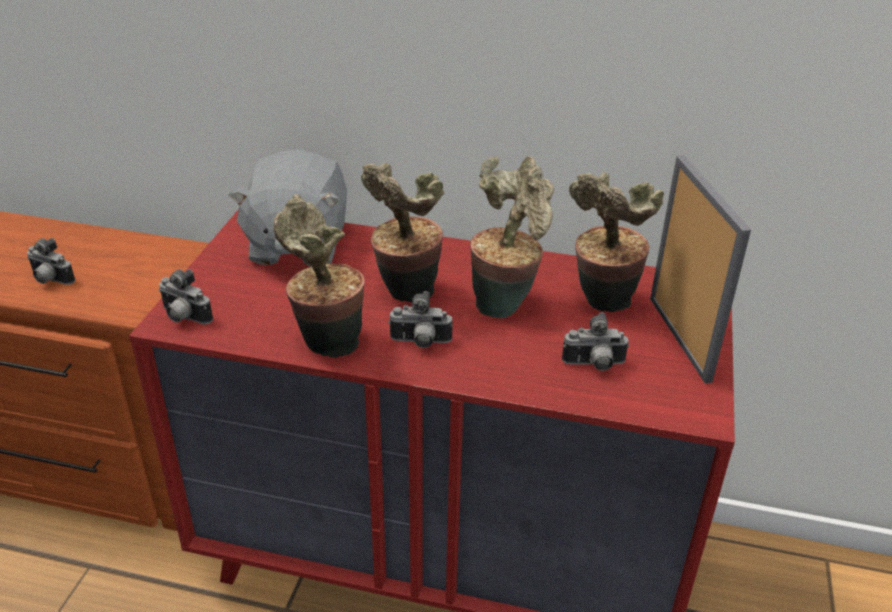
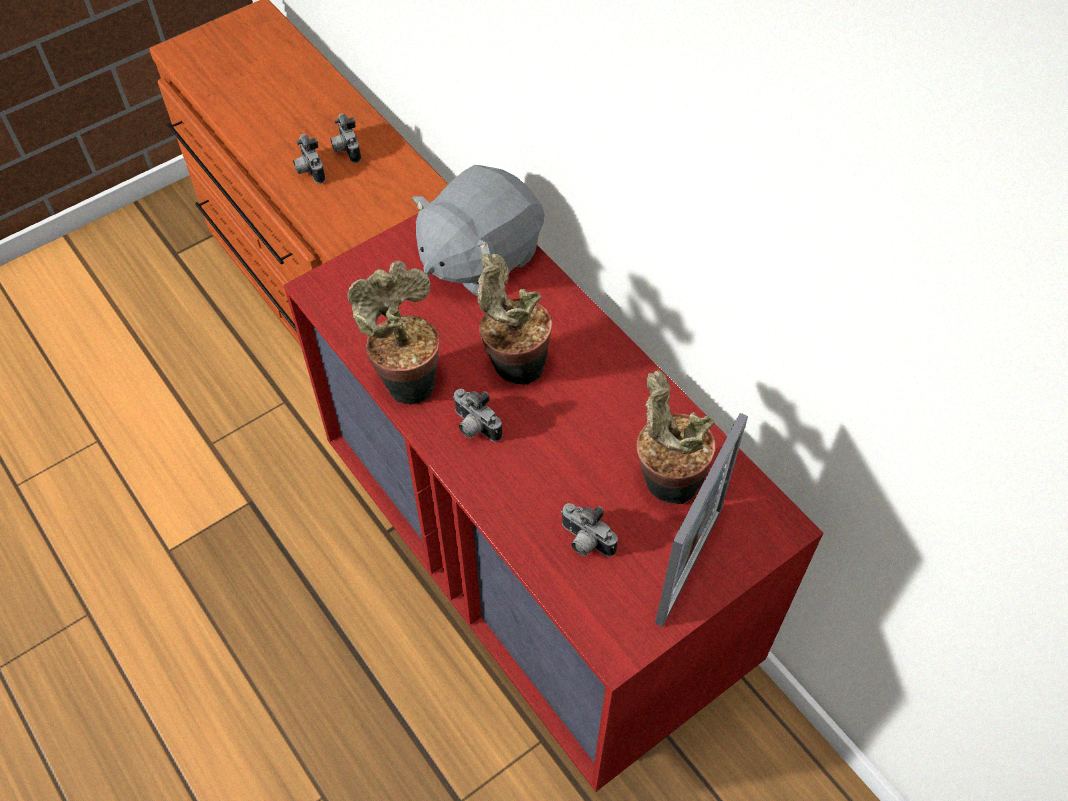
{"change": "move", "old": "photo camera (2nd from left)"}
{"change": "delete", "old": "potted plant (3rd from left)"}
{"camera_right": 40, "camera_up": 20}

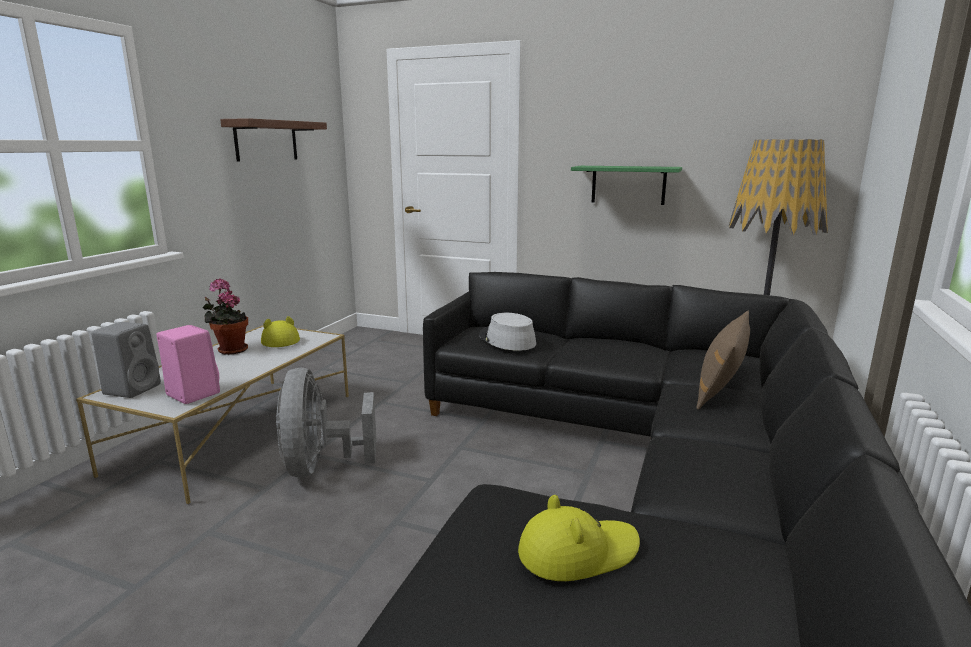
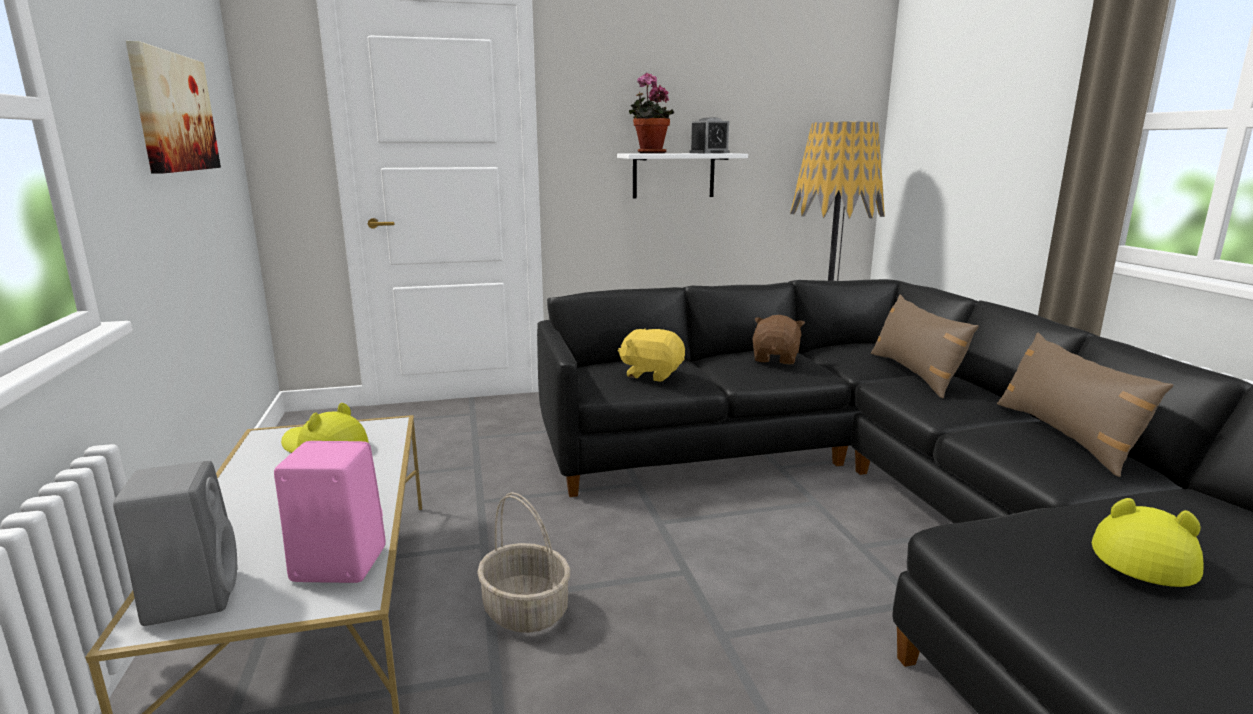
{"change": "move", "old": "potted plant"}
{"change": "replace", "old": "shelf in brown", "new": "picture"}
{"change": "replace", "old": "fan in grey", "new": "basket"}
{"change": "replace", "old": "hat in grey", "new": "plush toy in yellow"}
{"change": "recolor", "old": "shelf in green", "new": "shelf in white"}
{"change": "insert", "new": "alarm clock"}
{"change": "insert", "new": "plush toy in brown"}
{"change": "insert", "new": "pillow in brown (2nd from left)"}
{"camera_right": -35, "camera_up": 0}

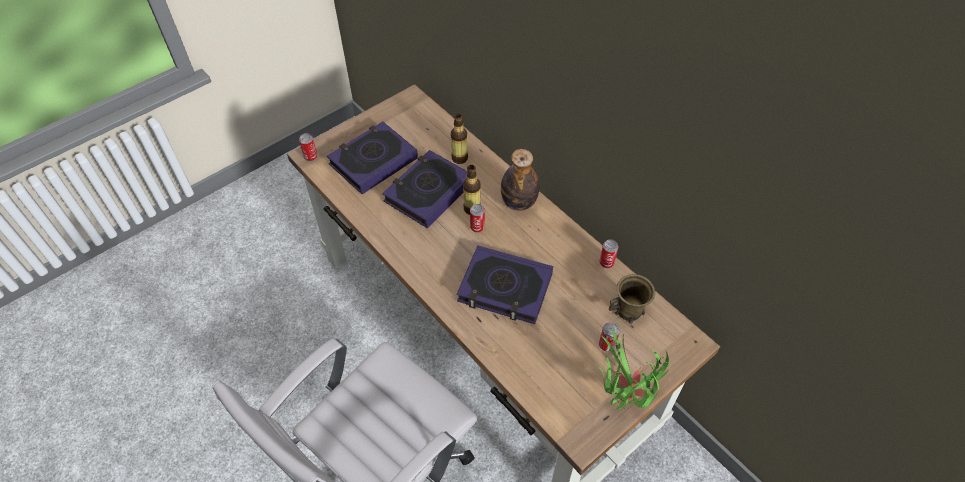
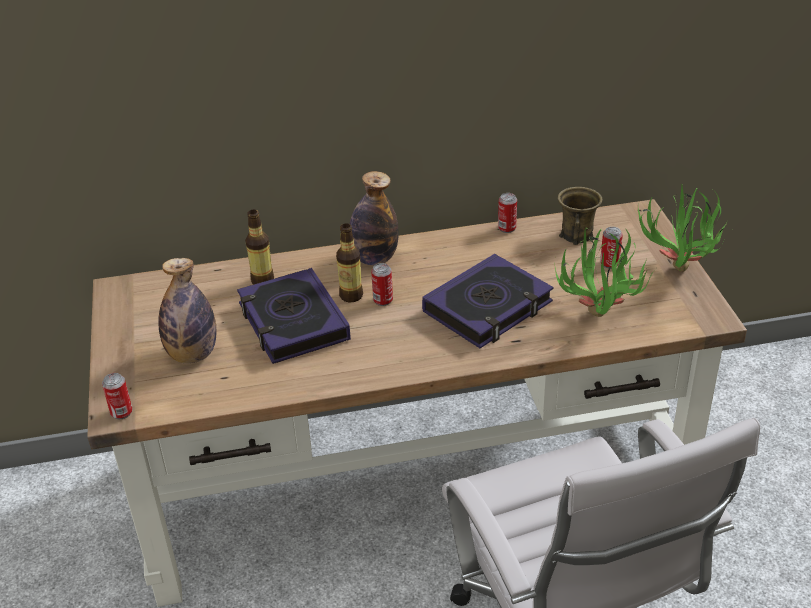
{"change": "replace", "old": "book (1st from left)", "new": "bottle (1st from left)"}
{"change": "insert", "new": "potted plant (1st from left)"}
{"camera_right": -60, "camera_up": -15}

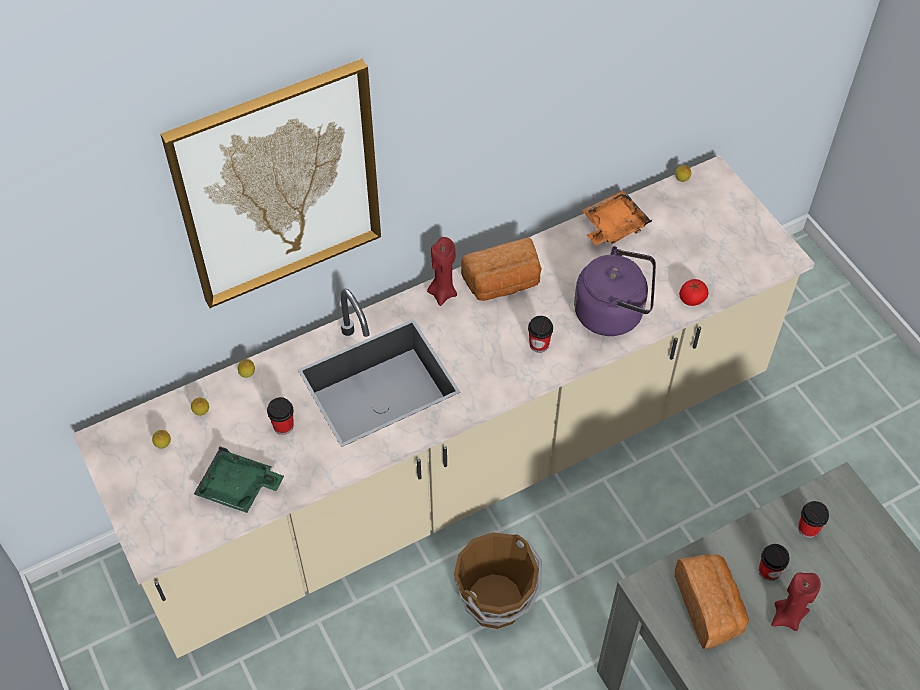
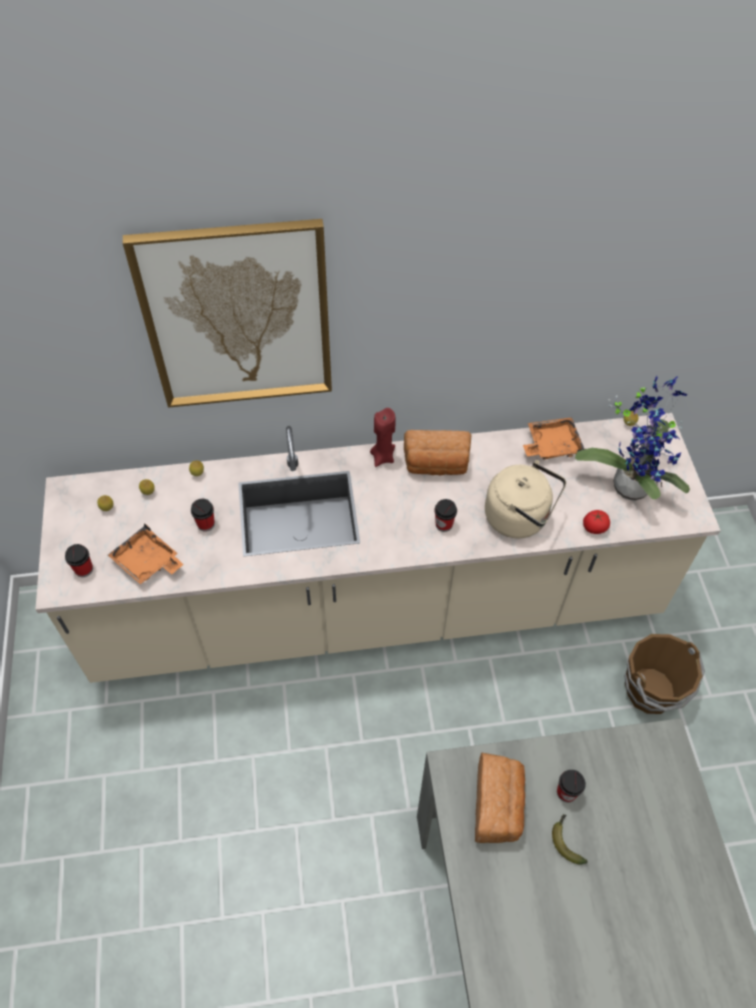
{"change": "recolor", "old": "tray in green", "new": "tray in orange (1st from left)"}
{"change": "move", "old": "bucket in brown"}
{"change": "recolor", "old": "kettle in purple", "new": "kettle in beige"}
{"change": "replace", "old": "candle in red (2nd from left)", "new": "banana"}
{"change": "move", "old": "cup (4th from left in the first image)", "new": "cup (1st from left)"}
{"change": "insert", "new": "potted plant"}
{"camera_right": 20, "camera_up": 0}

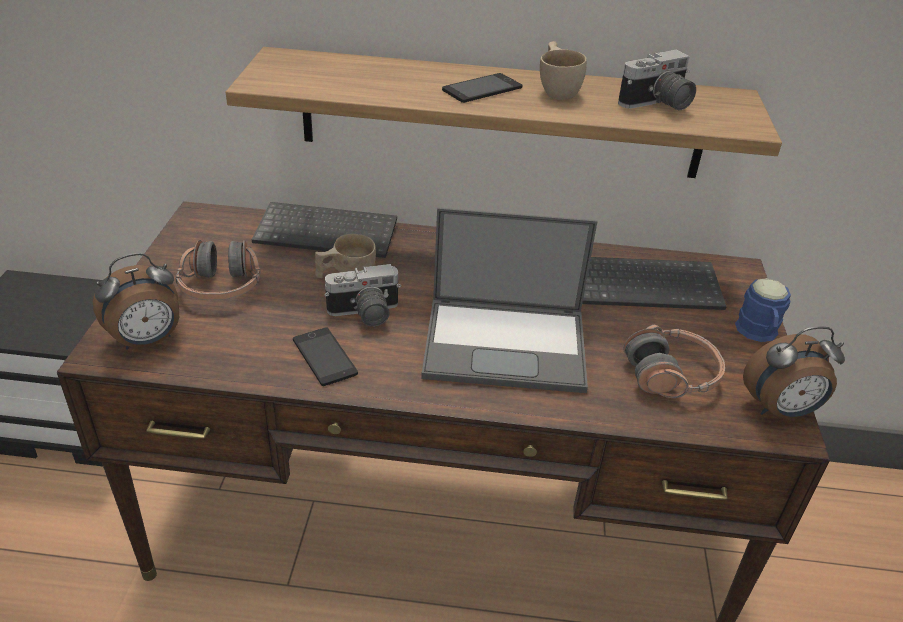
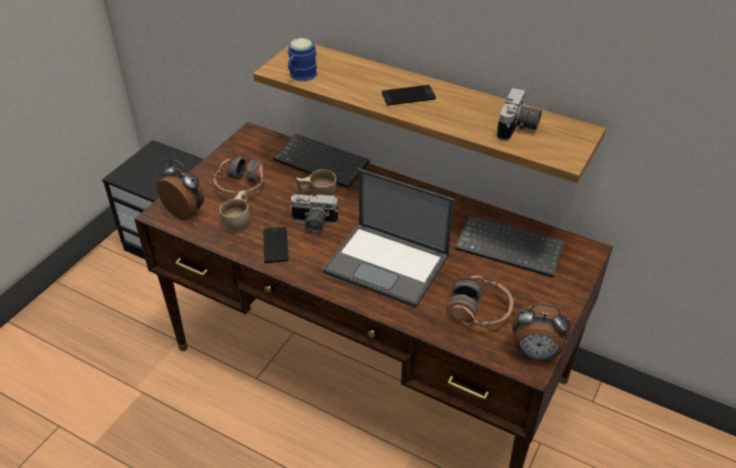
{"change": "rotate", "old": "alarm clock (1st from left)", "degrees": -135}
{"change": "move", "old": "cup in beige (2nd from left in the first image)", "new": "cup in beige (1st from left)"}
{"change": "rotate", "old": "photo camera (2nd from left)", "degrees": -60}
{"change": "move", "old": "mug in blue"}
{"camera_right": 25, "camera_up": 5}

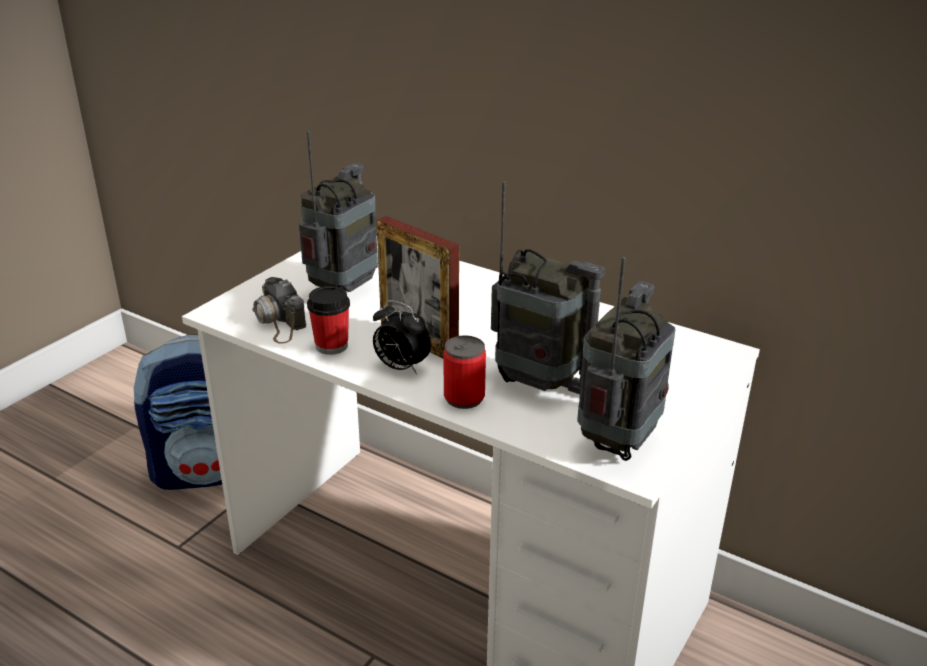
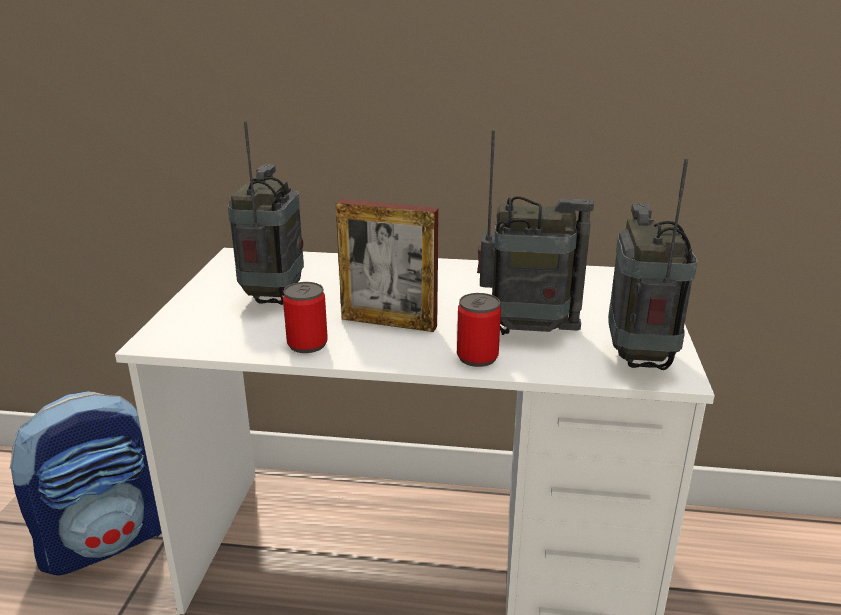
{"change": "delete", "old": "photo camera"}
{"change": "replace", "old": "cup", "new": "can (1st from left)"}
{"change": "delete", "old": "alarm clock"}
{"camera_right": -25, "camera_up": -5}

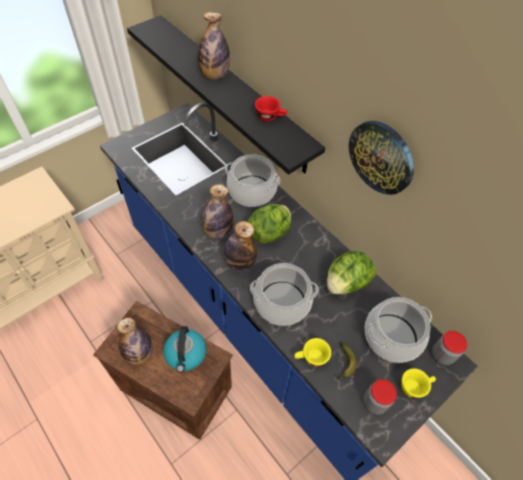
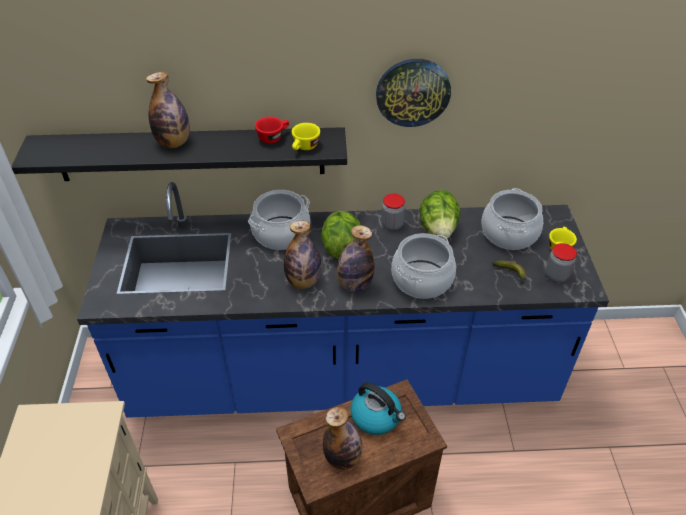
{"change": "move", "old": "cup in yellow (1st from left)"}
{"change": "move", "old": "jar (2nd from left in the first image)", "new": "jar (1st from left)"}
{"camera_right": -50, "camera_up": -10}

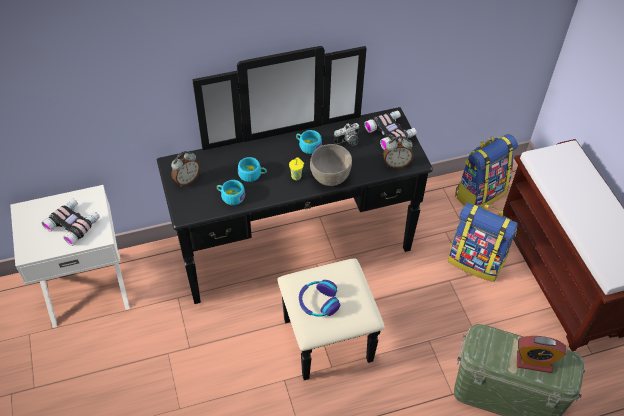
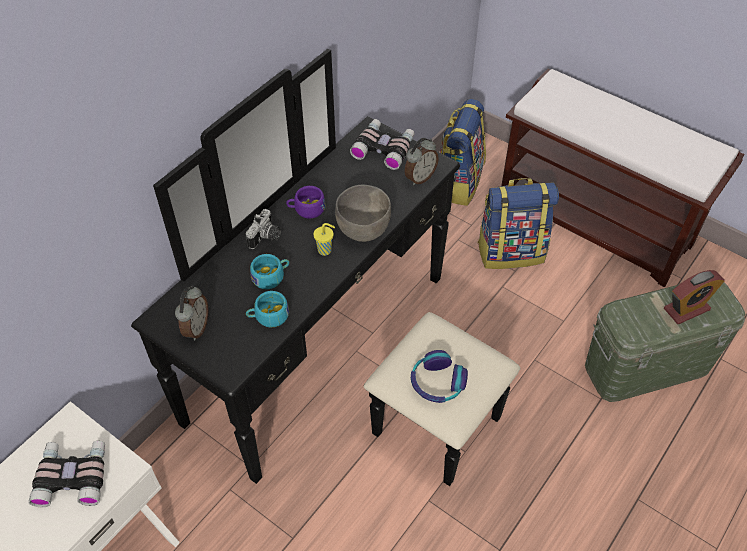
{"change": "recolor", "old": "cup in turquoise (3rd from left)", "new": "cup in purple"}
{"change": "move", "old": "photo camera"}
{"camera_right": -35, "camera_up": 0}

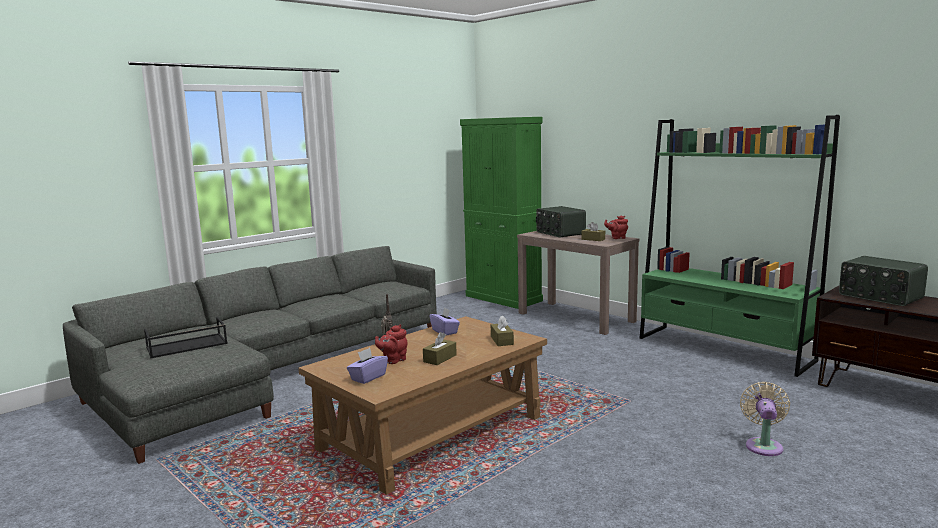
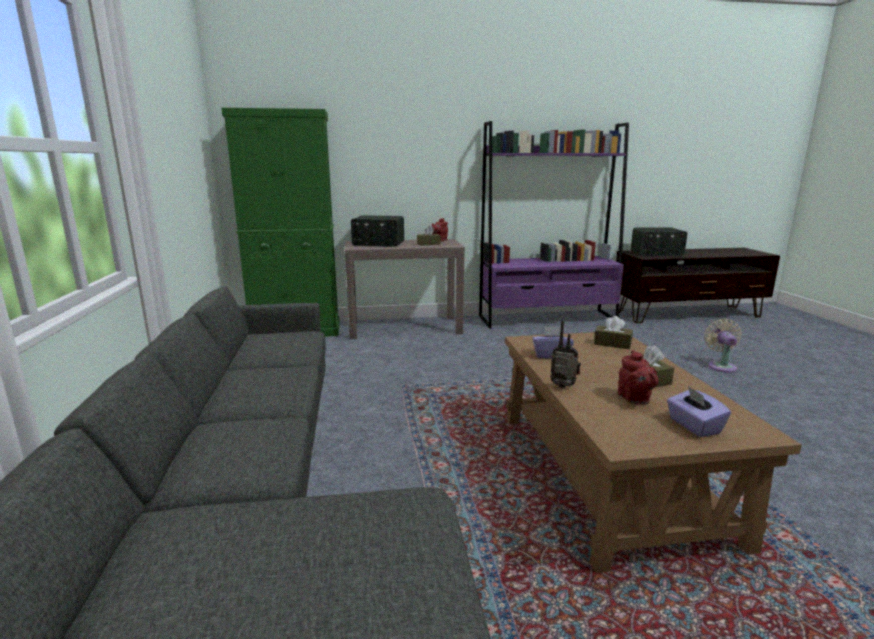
{"change": "delete", "old": "tray in black"}
{"change": "recolor", "old": "bookcase in green", "new": "bookcase in purple"}
{"change": "rotate", "old": "fan in beige", "degrees": 45}
{"camera_right": -55, "camera_up": 5}

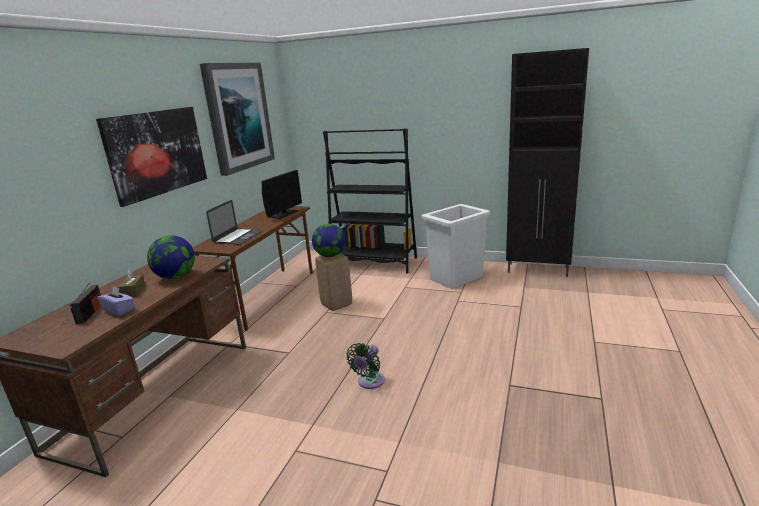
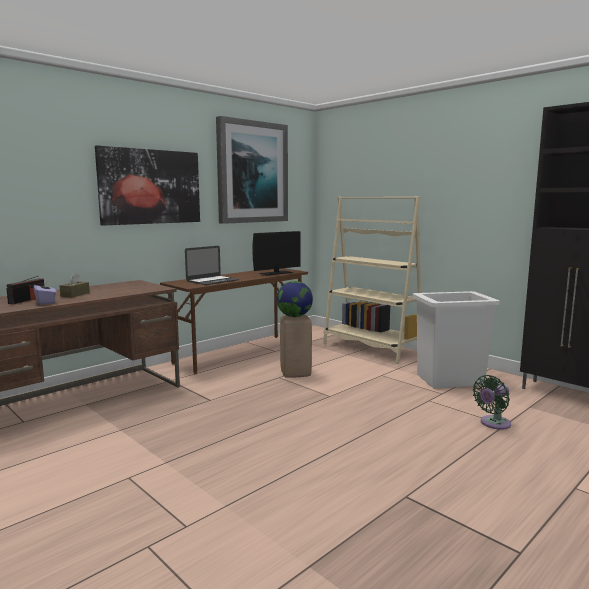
{"change": "delete", "old": "globe (1st from left)"}
{"change": "recolor", "old": "bookcase in black", "new": "bookcase in beige"}
{"change": "move", "old": "fan in green"}
{"camera_right": 25, "camera_up": -10}

